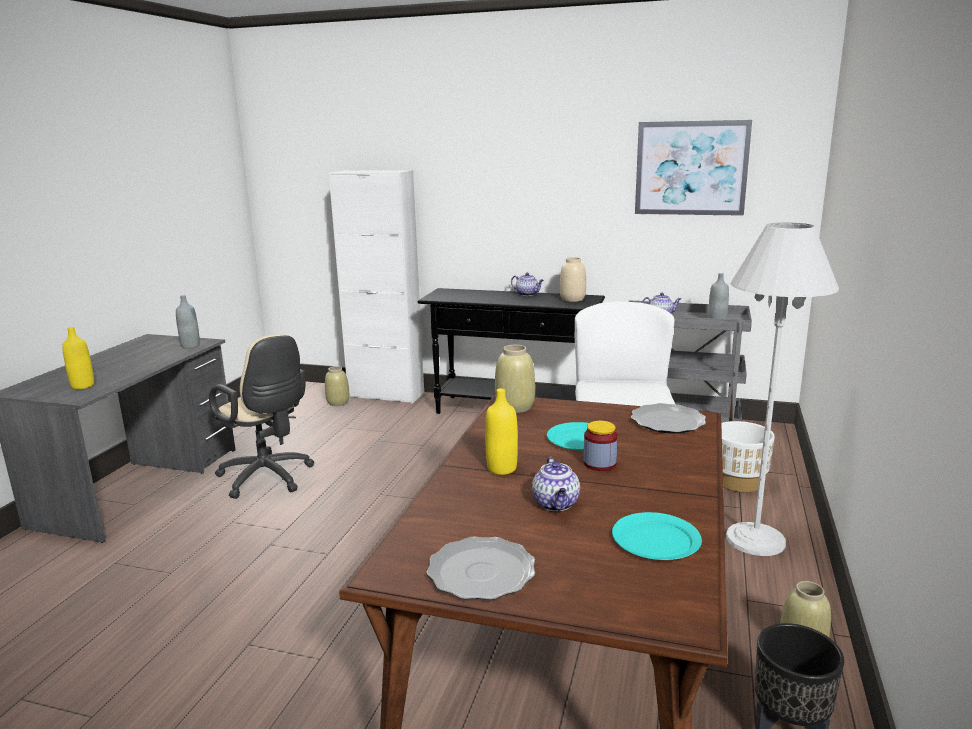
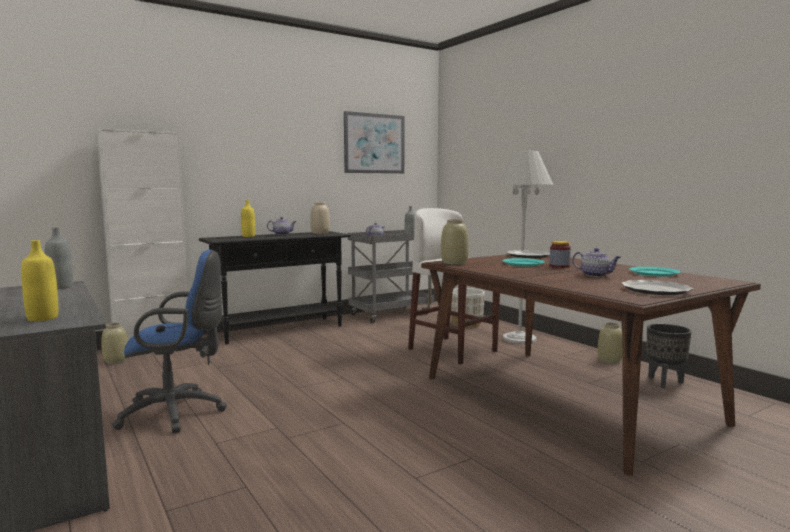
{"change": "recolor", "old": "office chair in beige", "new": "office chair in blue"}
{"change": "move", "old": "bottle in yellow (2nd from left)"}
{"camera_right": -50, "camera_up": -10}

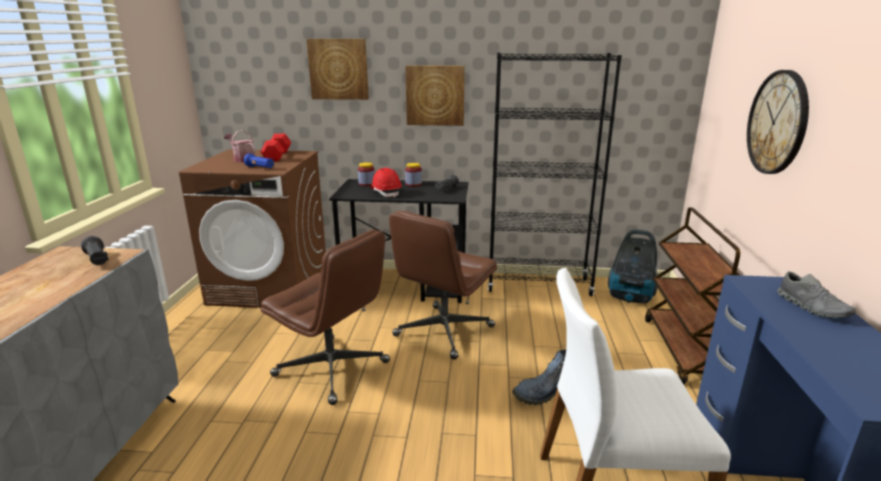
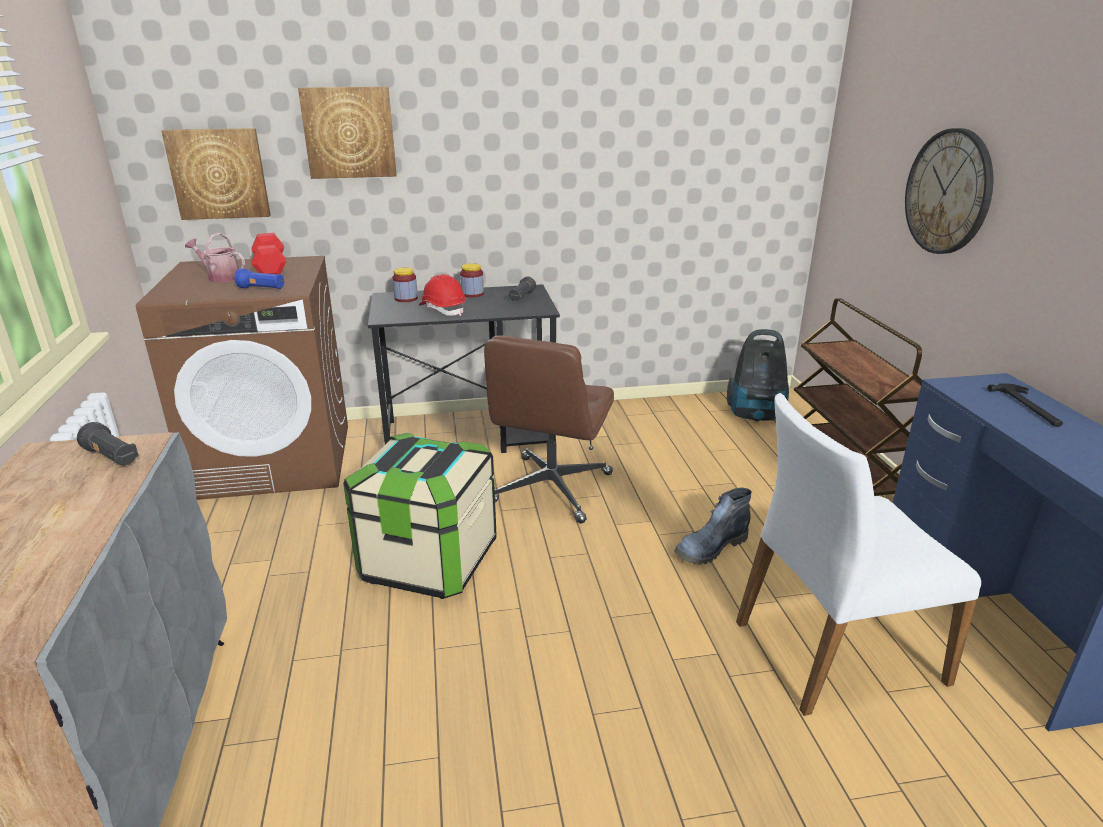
{"change": "replace", "old": "office chair in brown (1st from left)", "new": "storage box"}
{"change": "move", "old": "picture (2nd from left in the first image)", "new": "picture (1st from left)"}
{"change": "delete", "old": "bookcase in black"}
{"change": "replace", "old": "shoe in grey", "new": "hammer"}
{"camera_right": -15, "camera_up": 5}

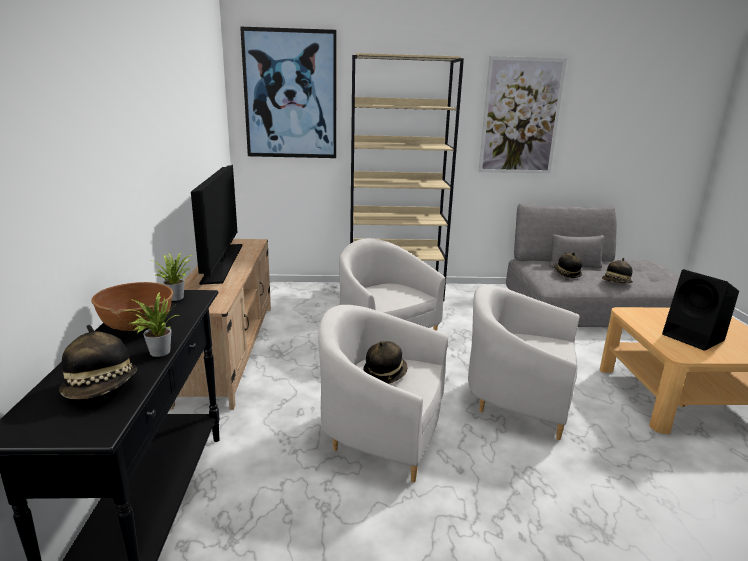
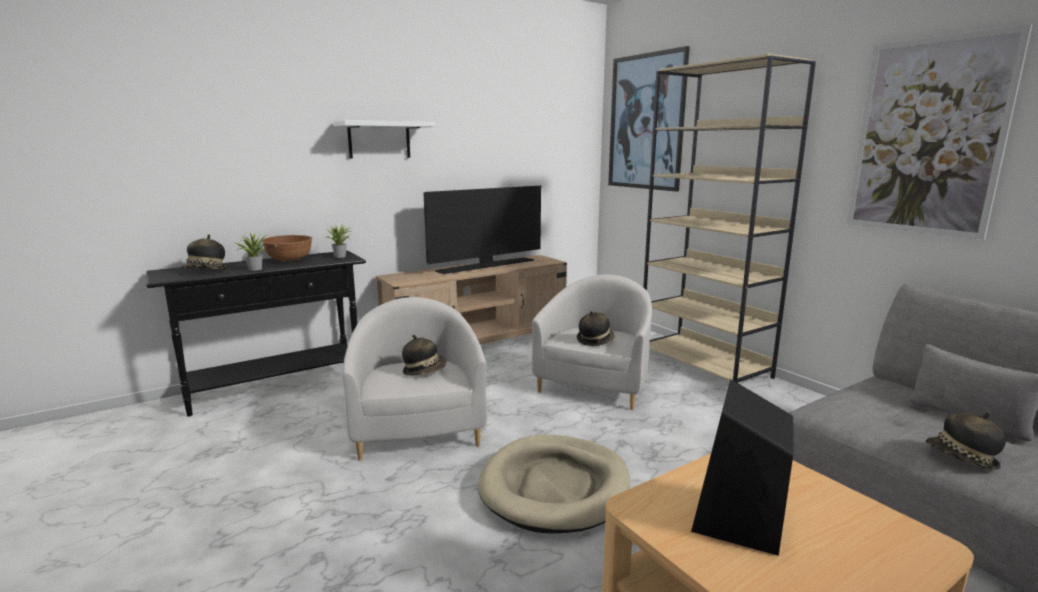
{"change": "replace", "old": "armchair in white (3rd from left)", "new": "dog bed in beige"}
{"change": "move", "old": "hat (3rd from left)"}
{"change": "insert", "new": "shelf in white"}
{"camera_right": 60, "camera_up": -5}

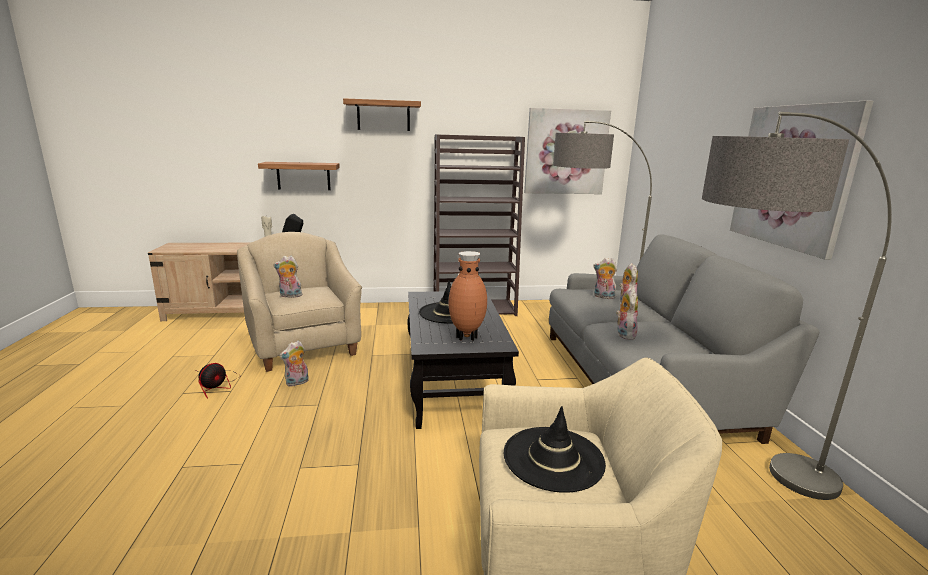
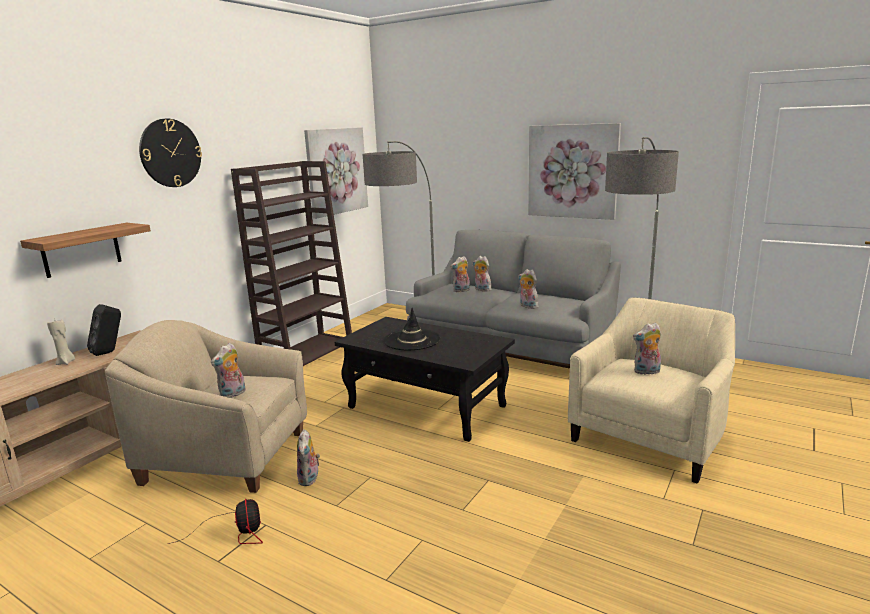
{"change": "replace", "old": "shelf (2nd from left)", "new": "wall clock"}
{"change": "delete", "old": "vase in brown"}
{"change": "replace", "old": "hat in black (2nd from left)", "new": "plush toy (6th from left)"}
{"camera_right": -50, "camera_up": 0}

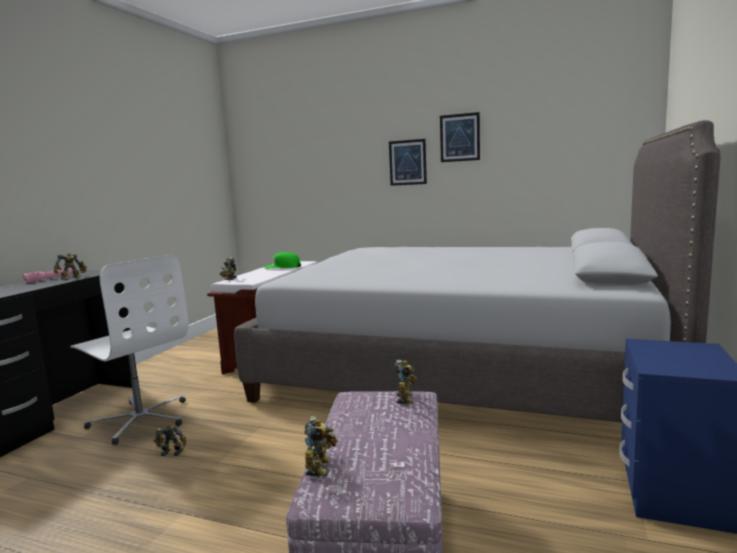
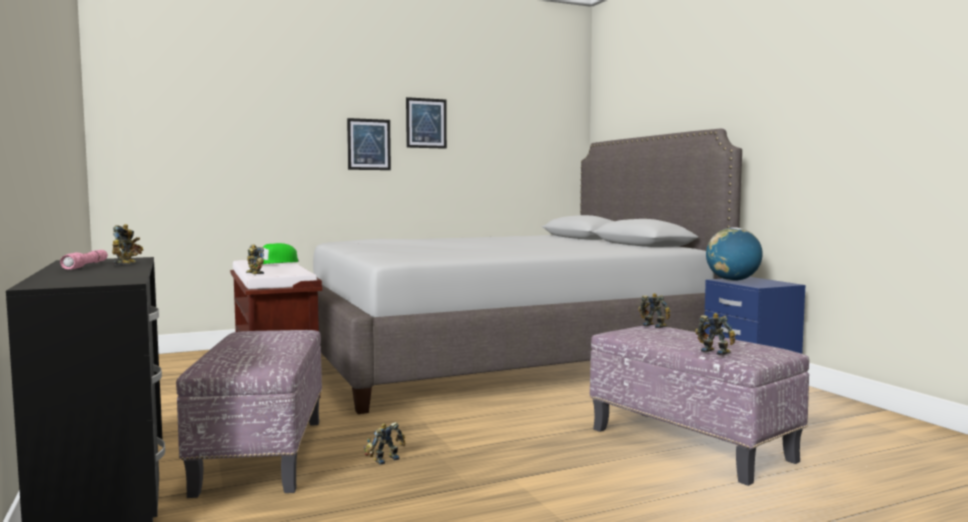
{"change": "replace", "old": "office chair in white", "new": "ottoman (1st from left)"}
{"change": "insert", "new": "globe"}
{"camera_right": -45, "camera_up": -5}

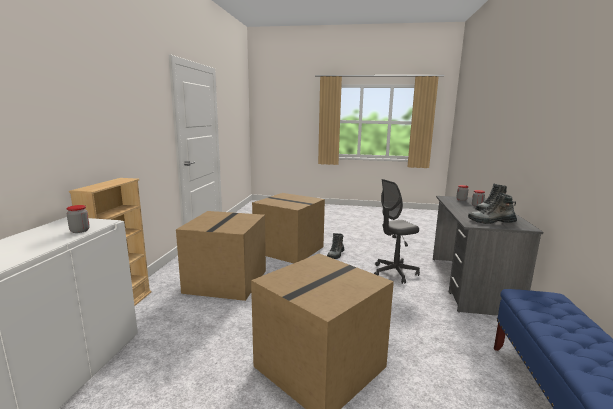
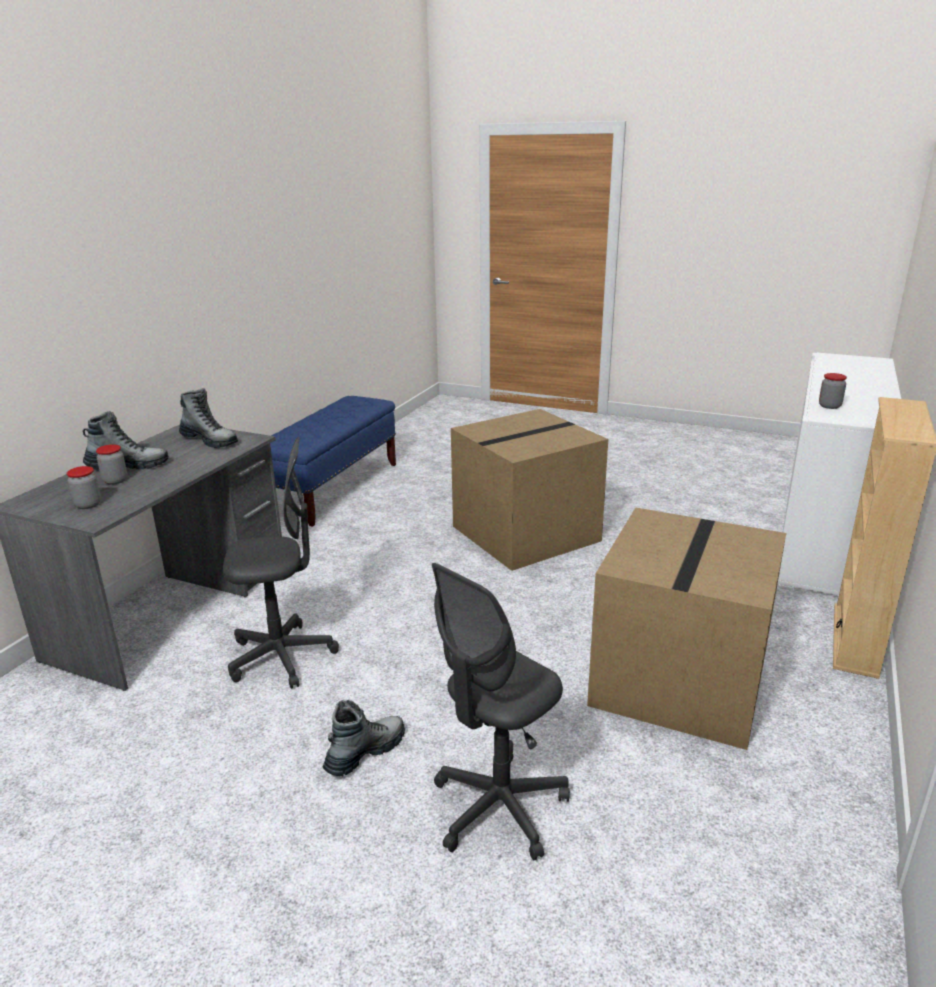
{"change": "replace", "old": "cardboard box (2nd from left)", "new": "office chair in grey (2nd from left)"}
{"camera_right": -165, "camera_up": 10}

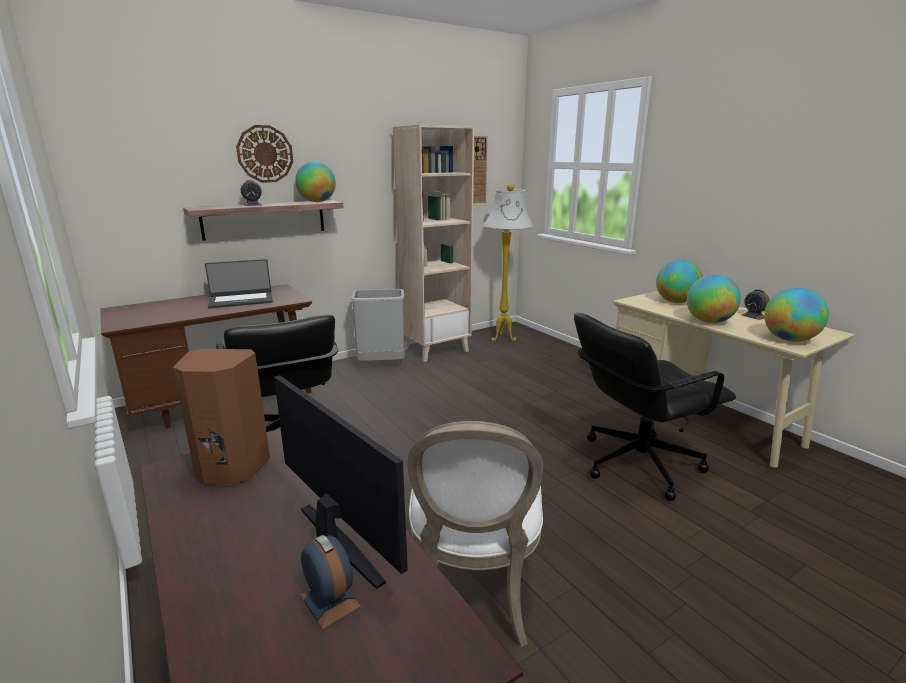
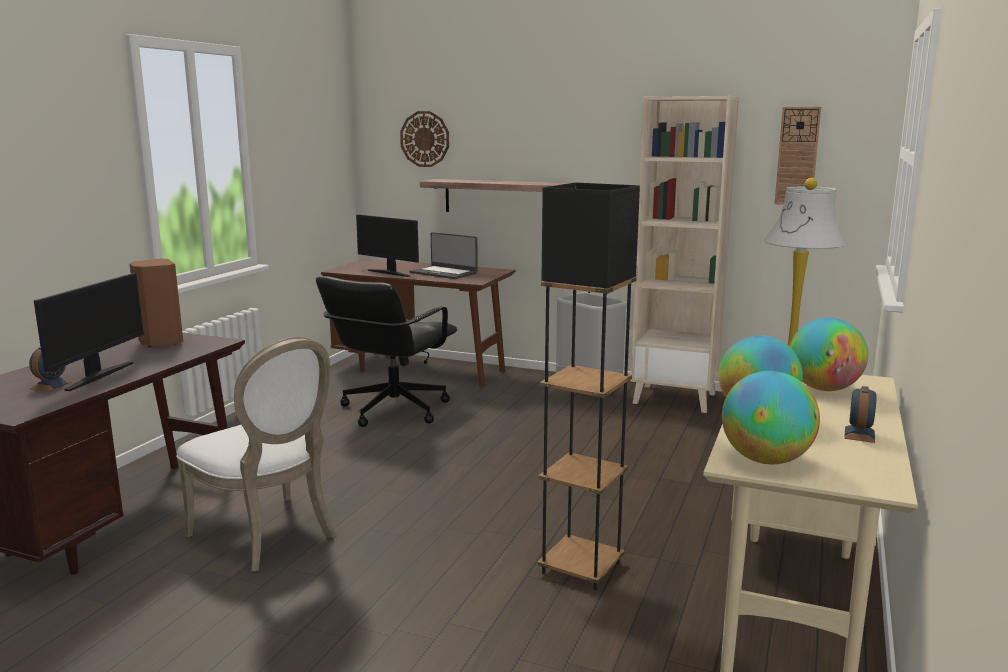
{"change": "move", "old": "wall clock (1st from left)"}
{"change": "delete", "old": "alarm clock (1st from left)"}
{"change": "delete", "old": "globe (1st from left)"}
{"change": "rotate", "old": "chair in white", "degrees": -105}
{"change": "replace", "old": "office chair in black (2nd from left)", "new": "floor lamp in black"}
{"change": "insert", "new": "monitor (2nd from left)"}
{"camera_right": 55, "camera_up": -5}

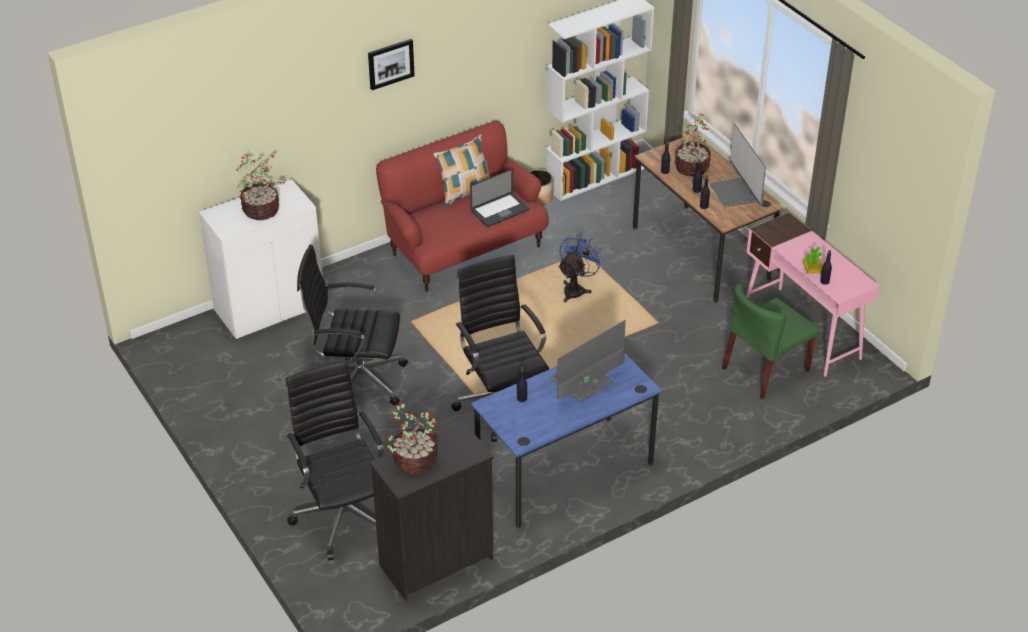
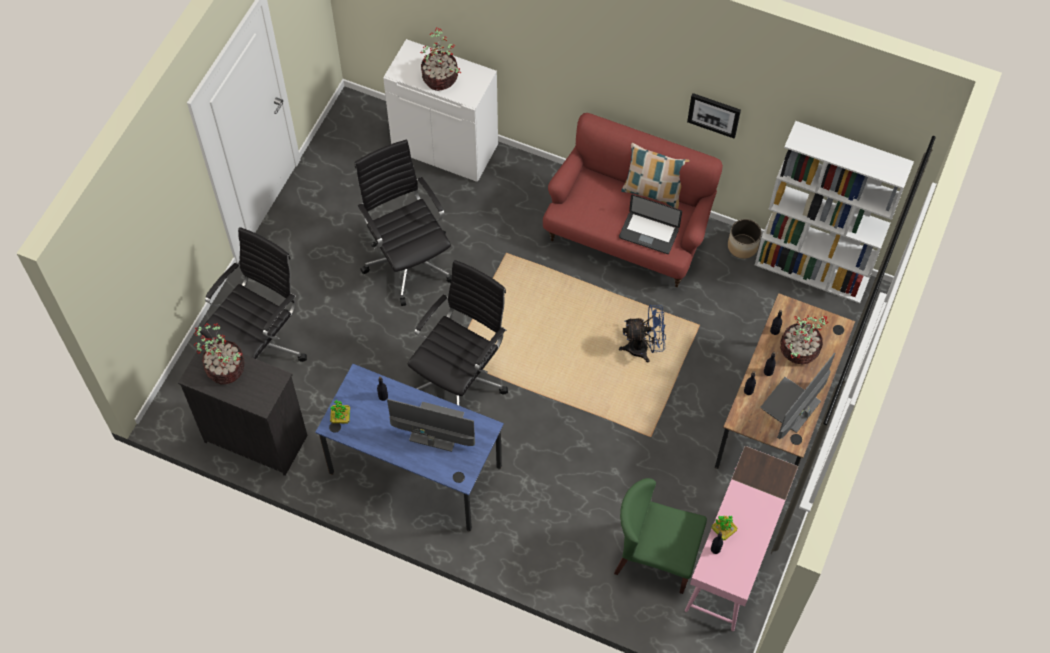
{"change": "move", "old": "picture"}
{"change": "insert", "new": "potted plant (2nd from left)"}
{"camera_right": 55, "camera_up": 20}

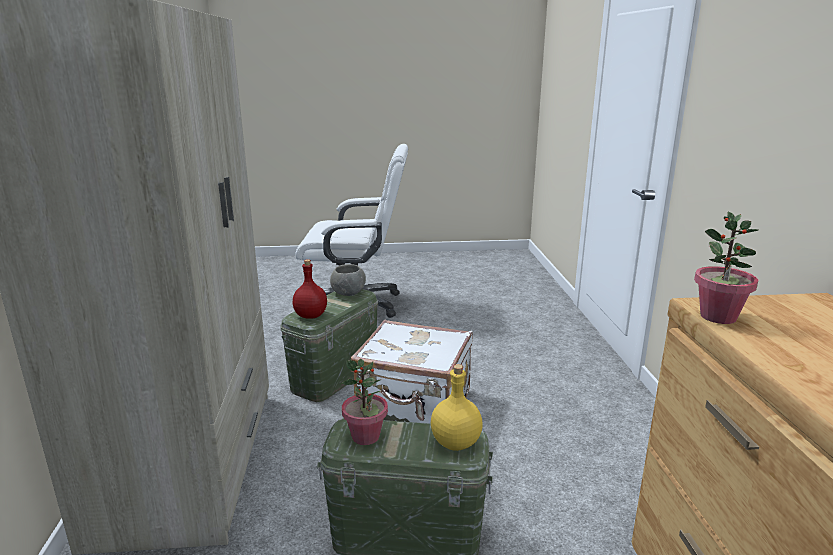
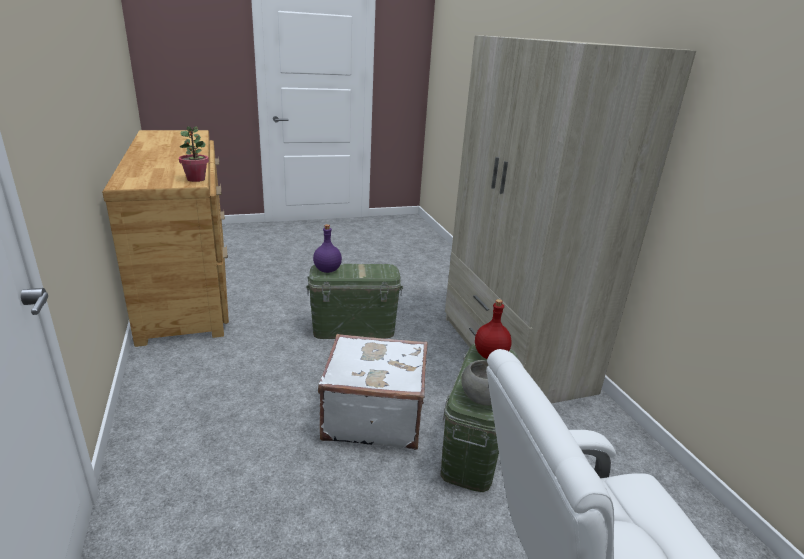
{"change": "delete", "old": "potted plant (1st from left)"}
{"change": "recolor", "old": "bottle in yellow", "new": "bottle in purple"}
{"camera_right": 165, "camera_up": 5}

